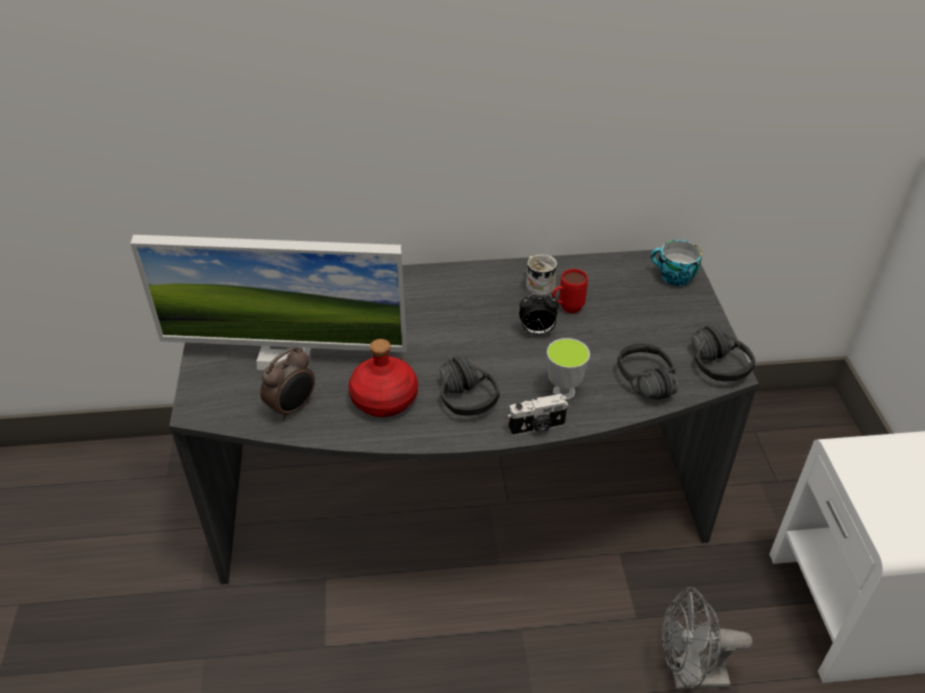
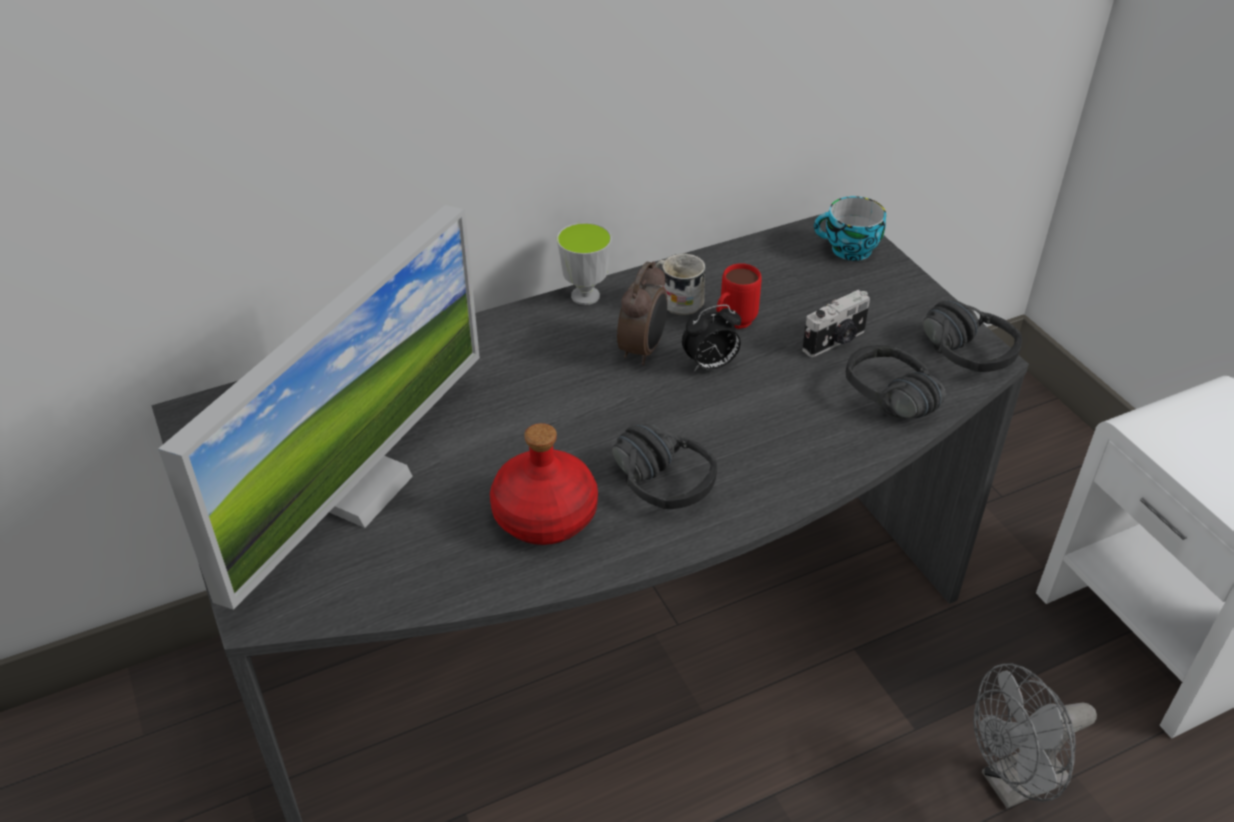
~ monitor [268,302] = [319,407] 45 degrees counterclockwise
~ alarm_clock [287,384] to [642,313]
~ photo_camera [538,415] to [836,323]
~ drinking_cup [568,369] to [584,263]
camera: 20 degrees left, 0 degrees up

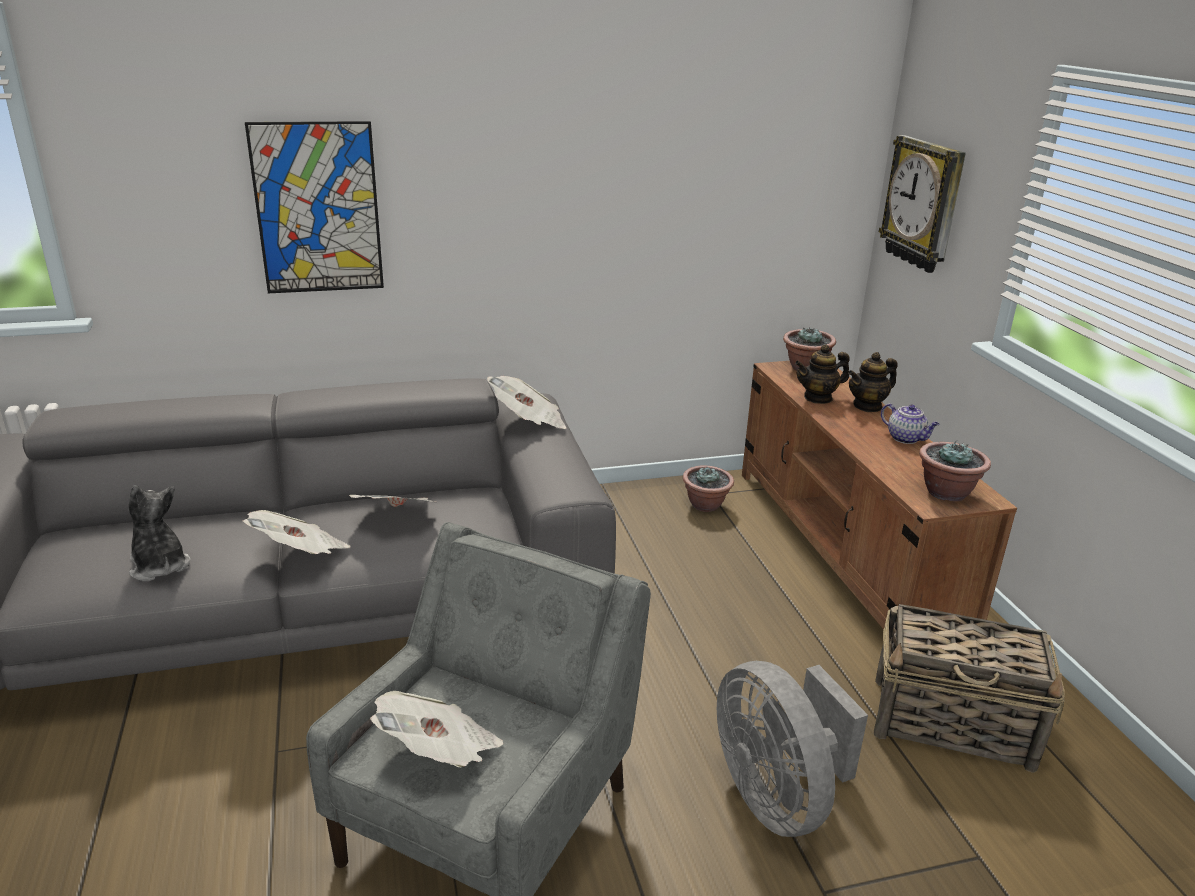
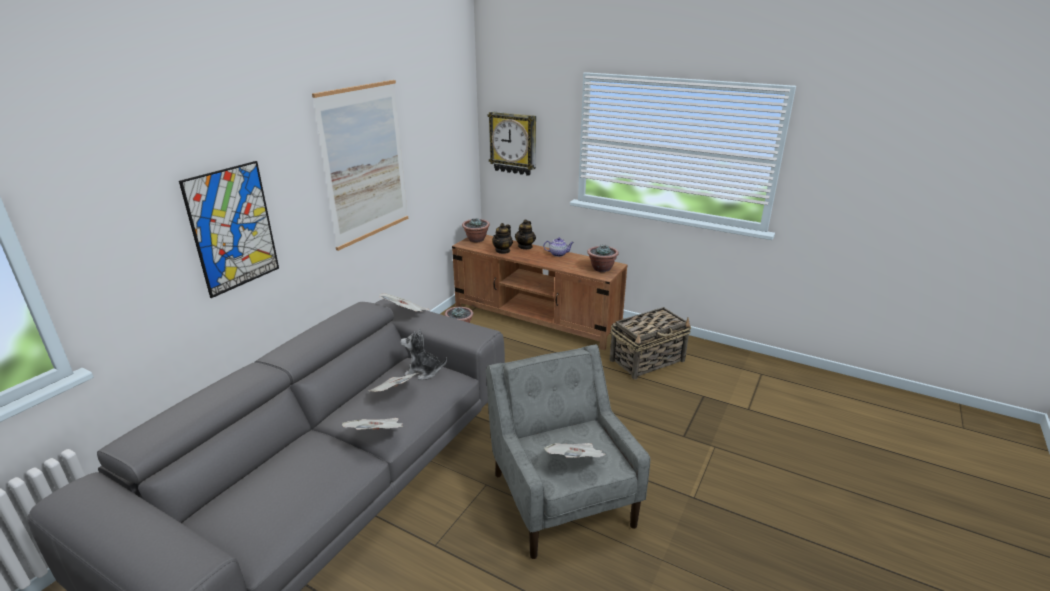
~ soft_toy [159,533] to [424,354]
- greyish_fan [792,749]
+ wall_picture [360,165]
camera: 45 degrees left, 0 degrees up

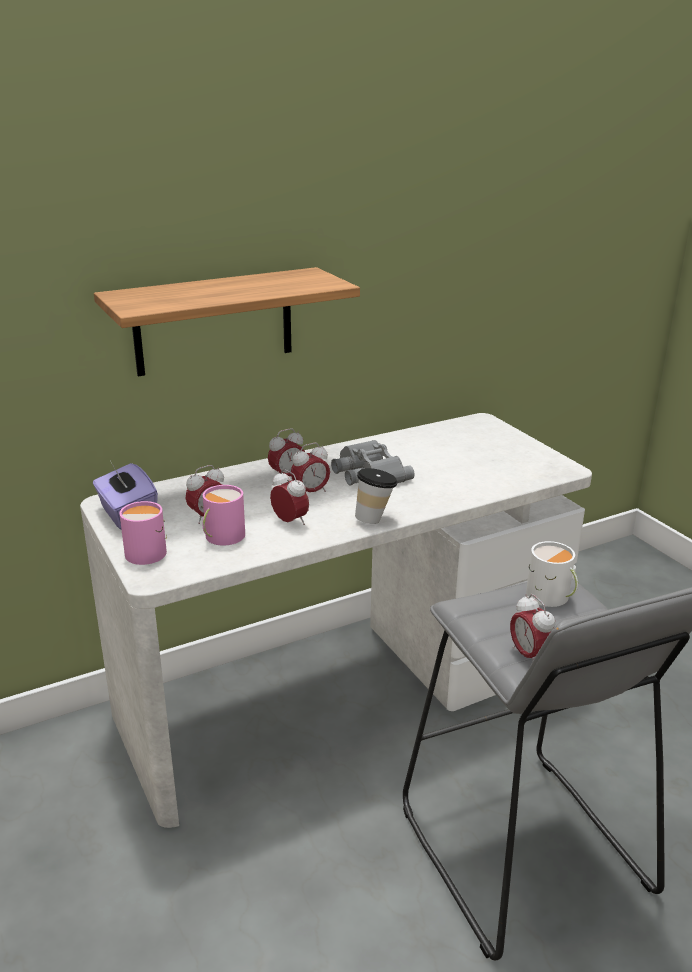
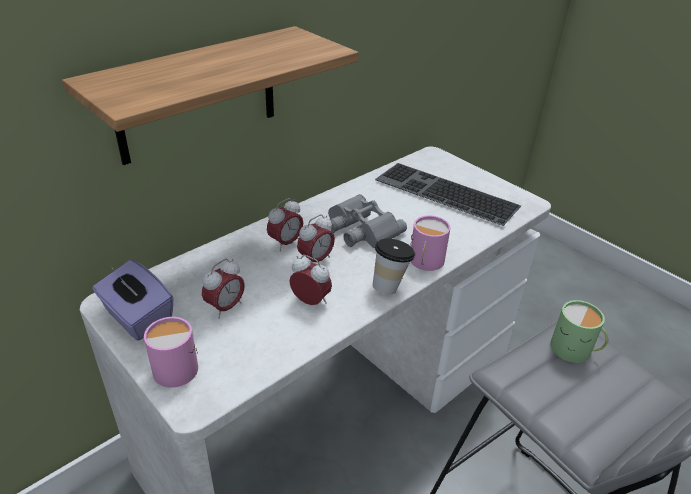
~ pink_mug [223,515] to [430,243]
- alarm_clock [533,628]
~ white-coloured_mug [552,574] to green_mug [579,331]
+ computer_keyboard [448,194]
camera: 15 degrees left, 10 degrees up

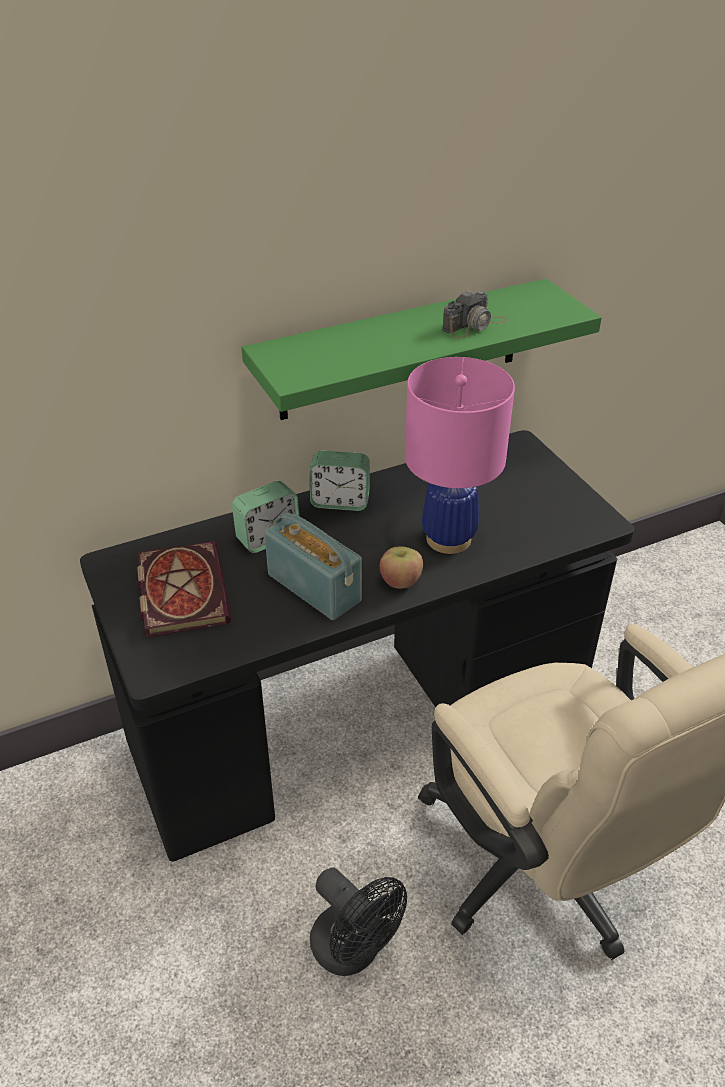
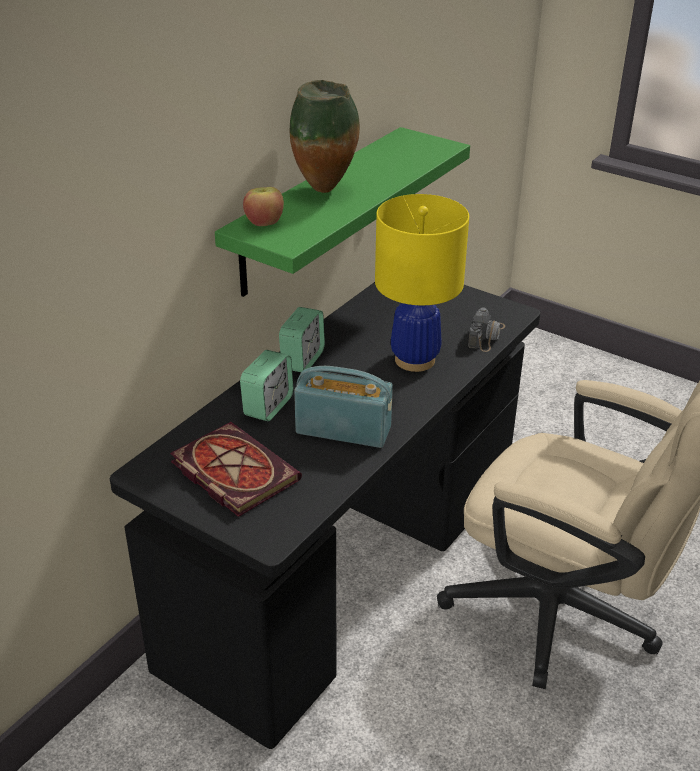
~ alarm_clock [339,481] = [302,339] 45 degrees counterclockwise
- black_fan [358,921]
~ apple_fruit [401,567] to [263,206]
~ pink_table_lamp [460,455] to yellow-coloured_table_lamp [422,283]
~ photo_camera [475,314] to [486,329]
+ flower_vase [325,136]
camera: 30 degrees left, 5 degrees down

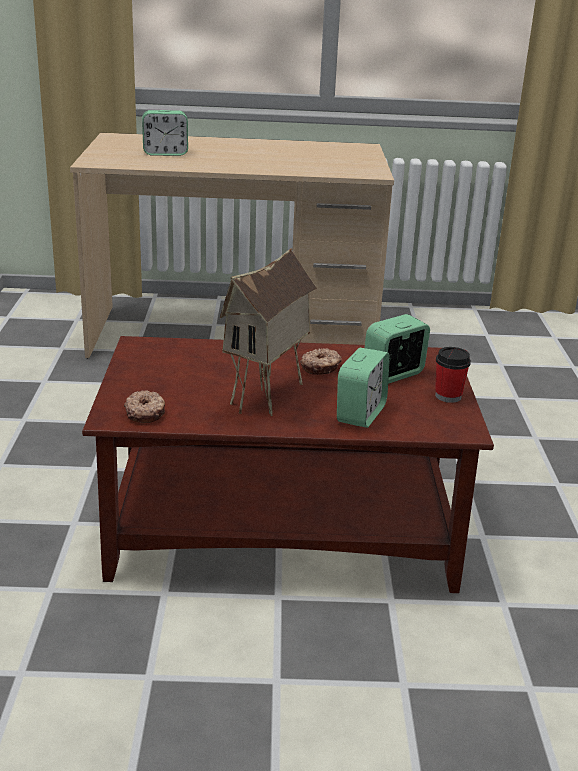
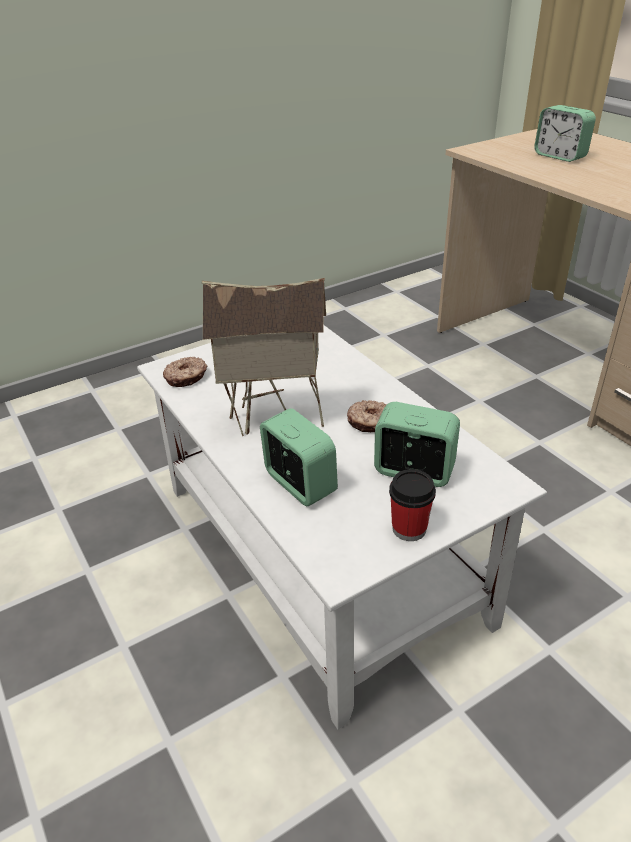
~ brown-coloured_coffee_table [288,464] to white-coloured_coffee_table [342,527]
~ alarm_clock [363,388] = [299,457] 120 degrees counterclockwise
camera: 60 degrees right, 10 degrees up

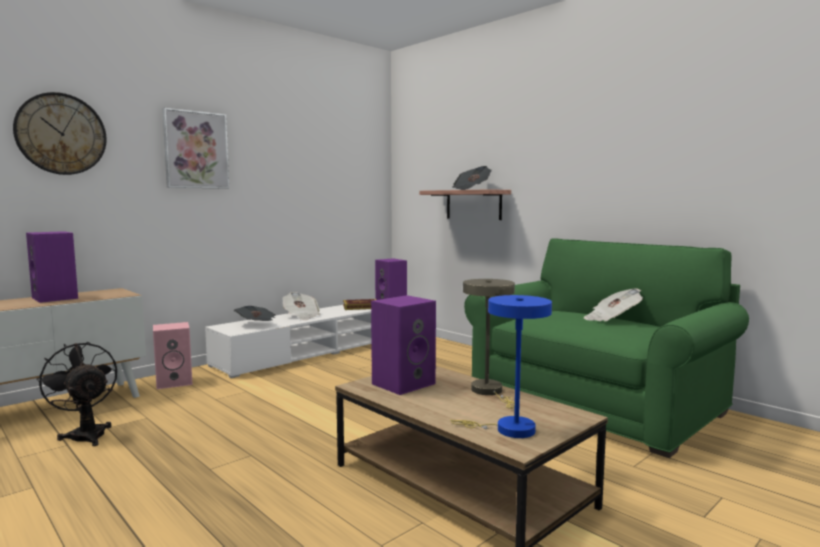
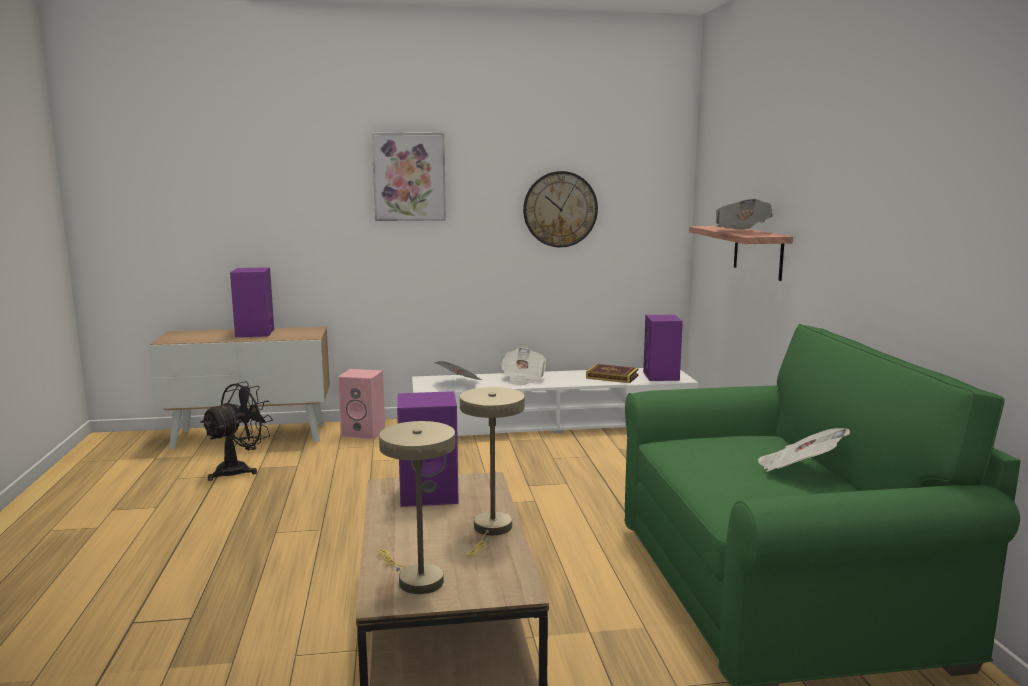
~ hanging_clock [60,133] to [560,209]
~ black_fan [77,393] = [237,431] 45 degrees clockwise
~ blue-coloured_table_lamp [501,366] to sand-coloured_table_lamp [416,507]
camera: 35 degrees right, 5 degrees up

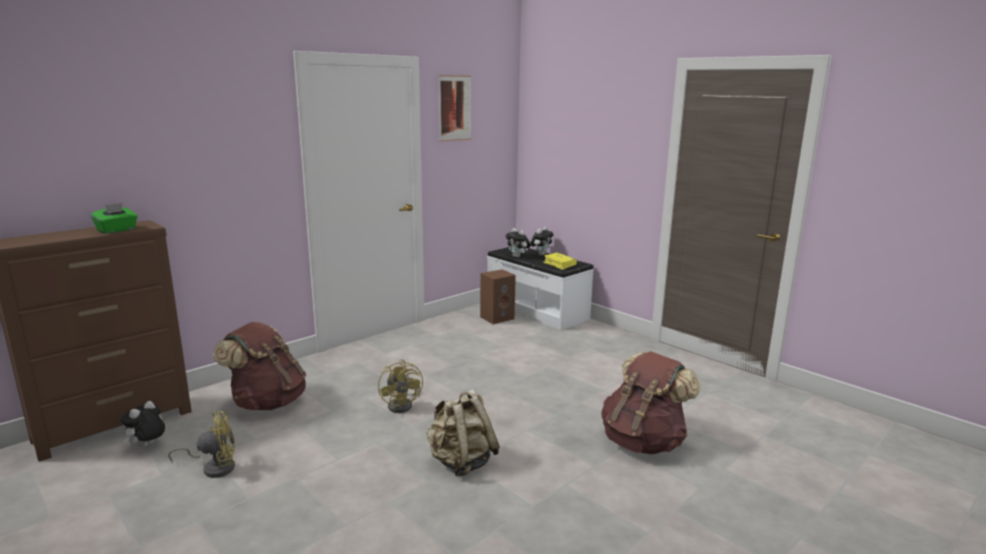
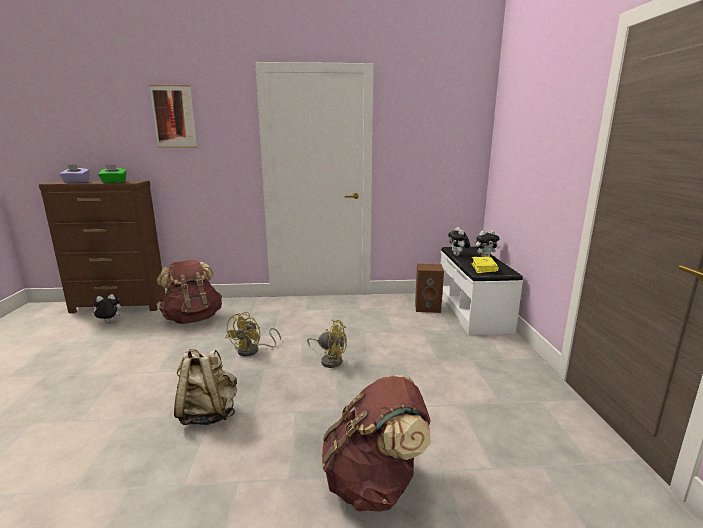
~ yellow-coloured_fan [201,444] to [327,344]
~ wall_picture [455,108] to [173,116]
+ purple-coloured_tissue_holder [74,174]
camera: 40 degrees right, 0 degrees up

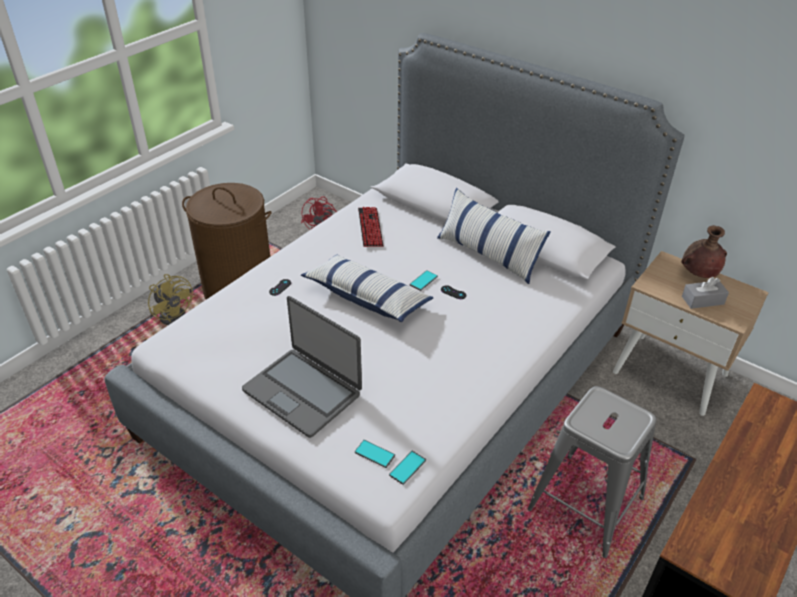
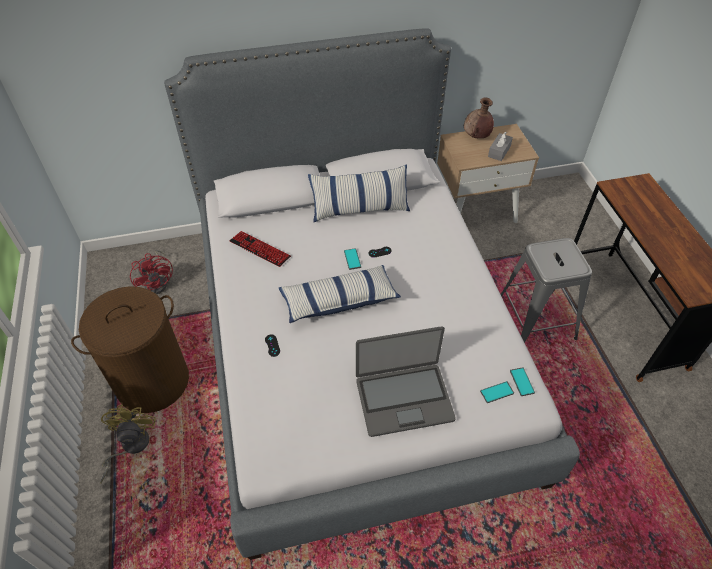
~ yellow-coloured_fan [170,299] = [128,444] 90 degrees counterclockwise
camera: 50 degrees left, 10 degrees up

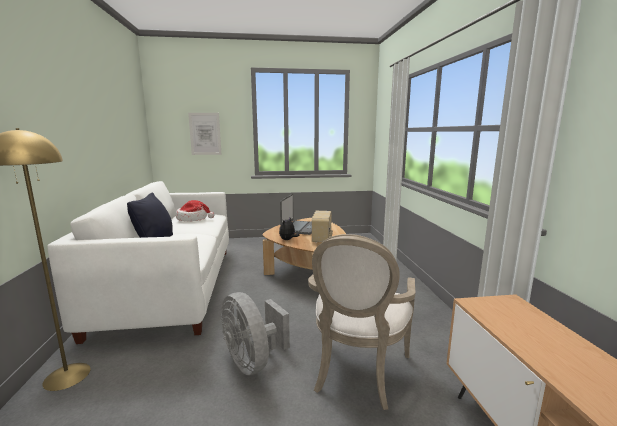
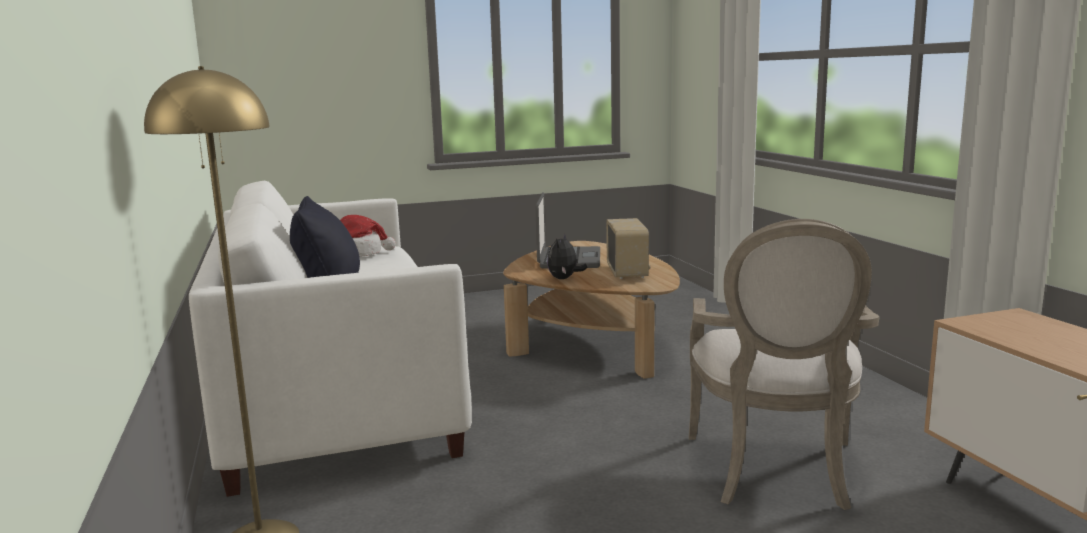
- wall_picture [204,134]
- greyish_fan [255,333]
camera: 10 degrees left, 0 degrees up

